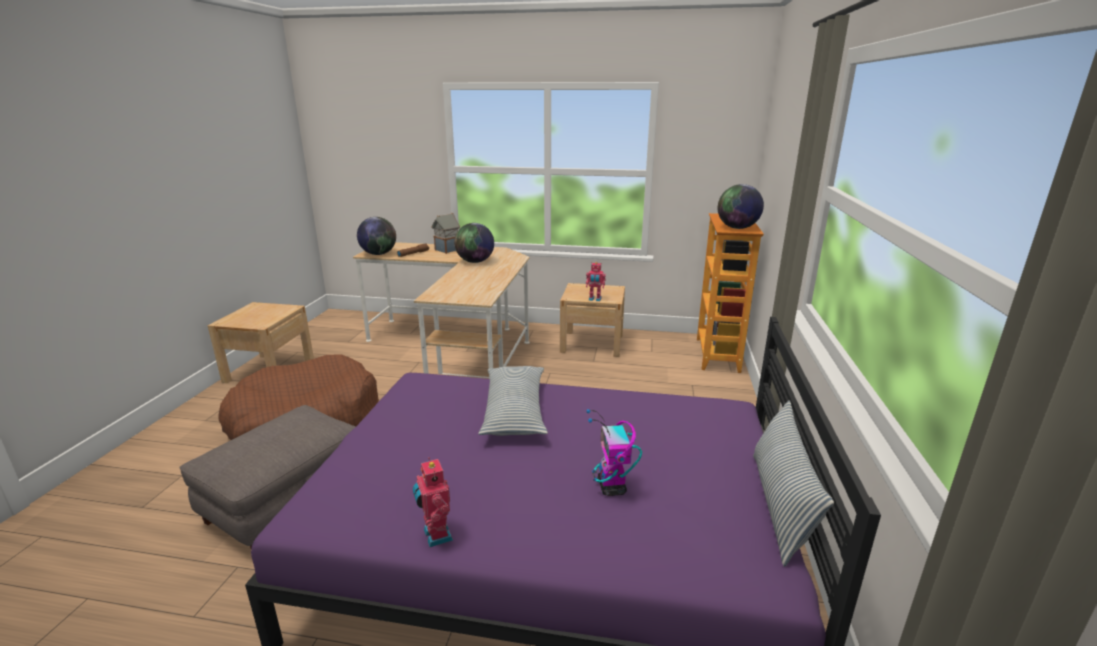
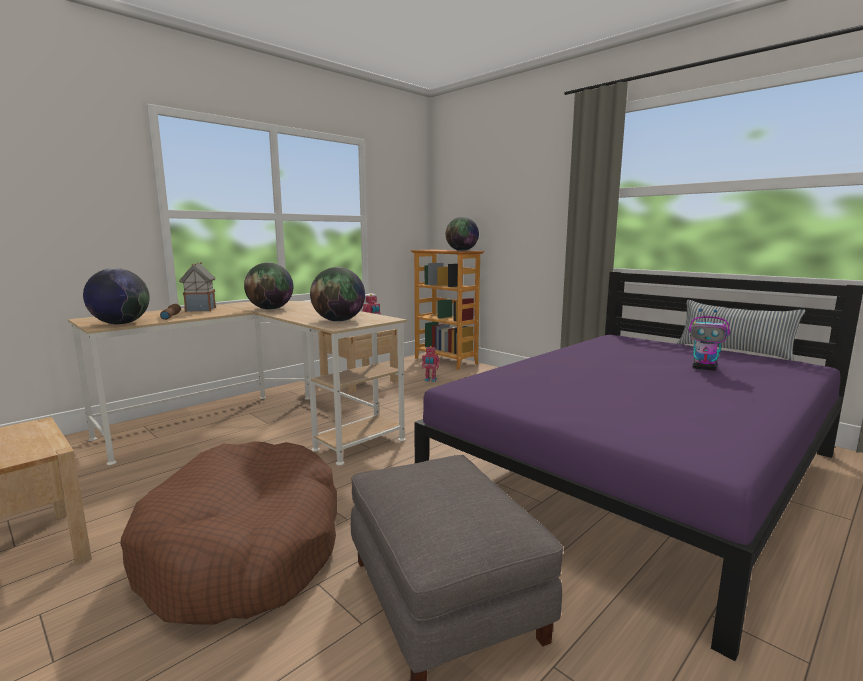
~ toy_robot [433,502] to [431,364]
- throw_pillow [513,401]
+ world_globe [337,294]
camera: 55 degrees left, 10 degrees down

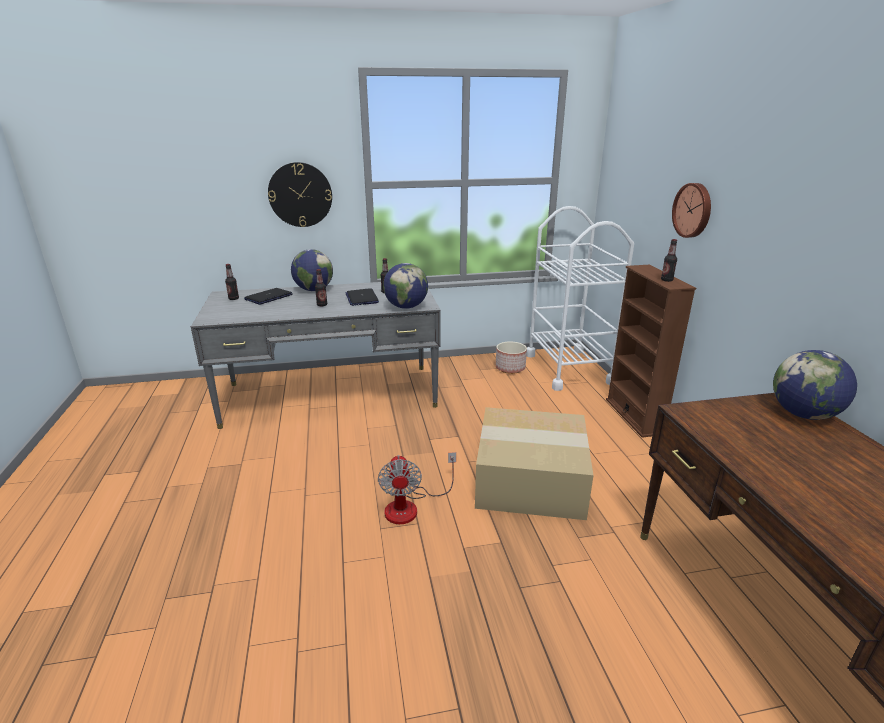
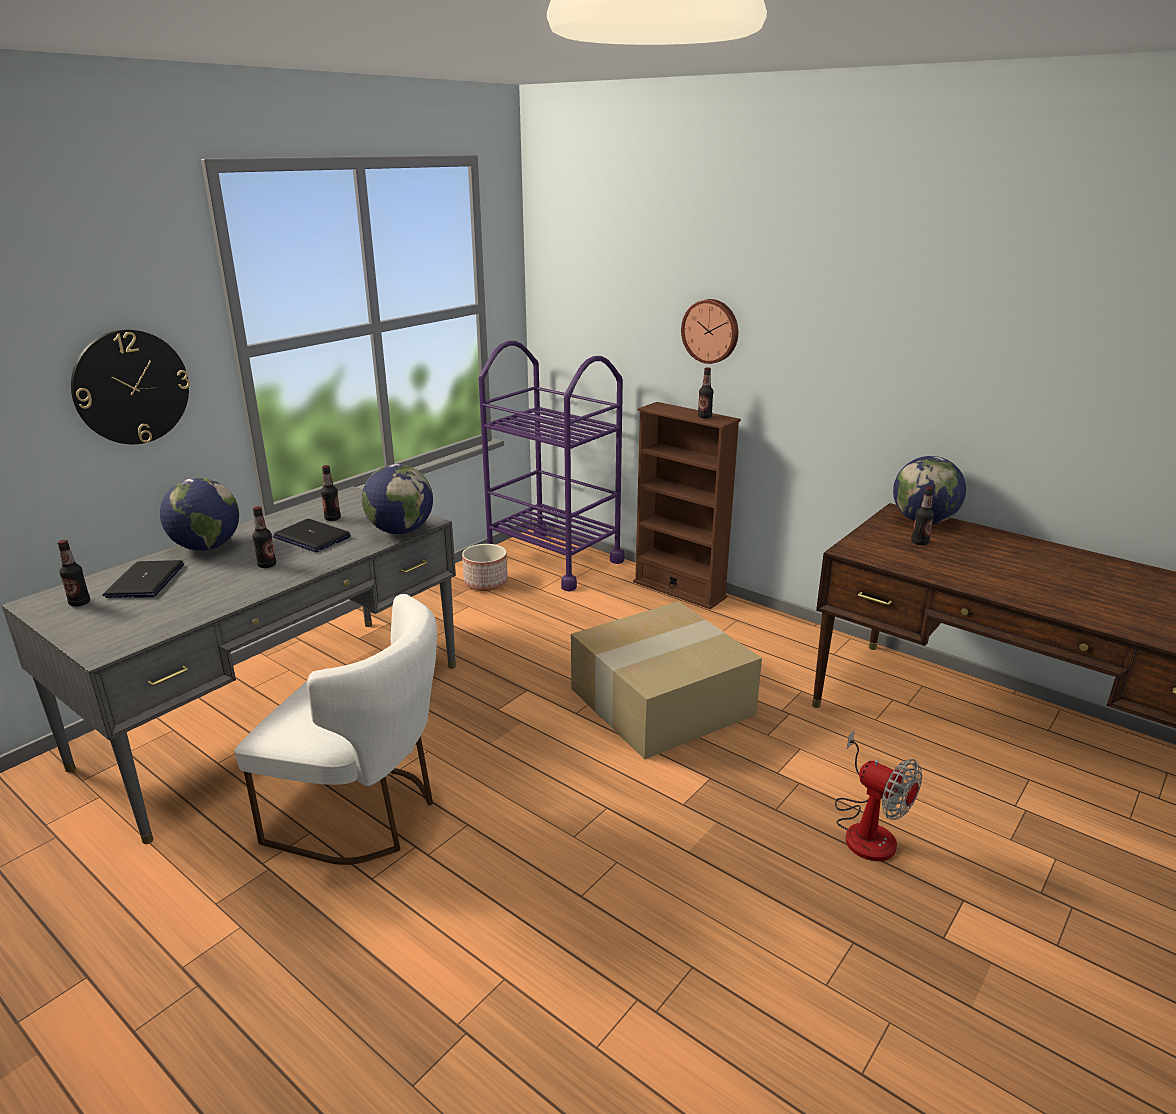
~ fan [417,488] to [878,795]
~ white-coloured_wheeled_cart [580,298] to purple-coloured_wheeled_cart [551,466]
+ white-coloured_plain_chair [335,729]
+ bottle [922,515]
camera: 40 degrees left, 0 degrees up

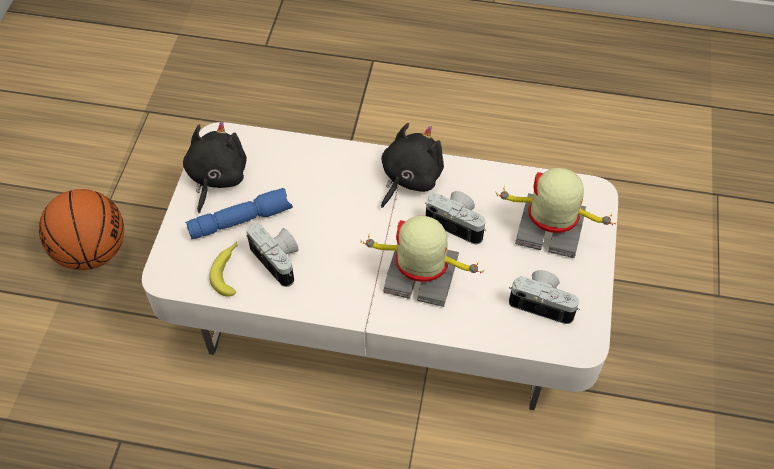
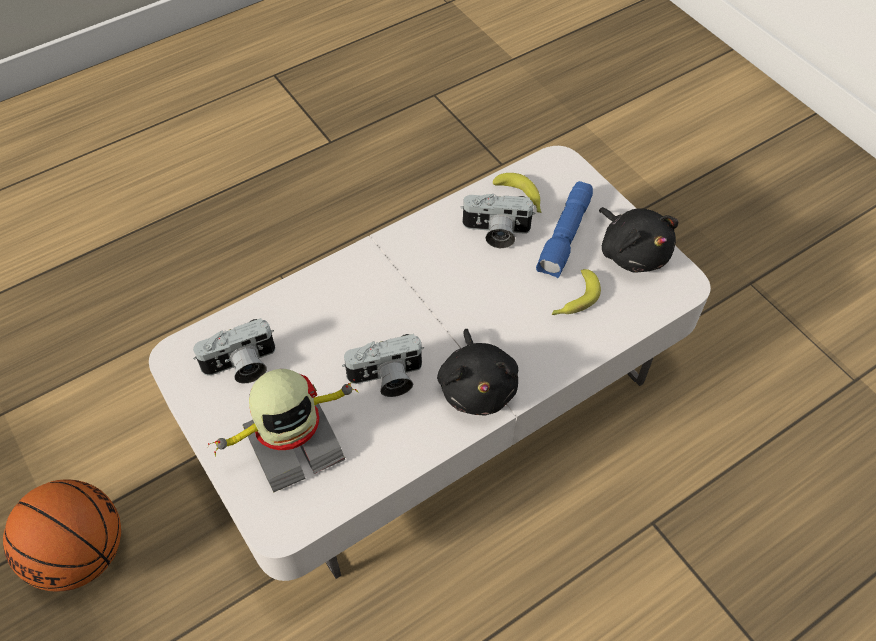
~ basketball [81,229] to [62,535]
- toy_robot [421,261]
+ whole_banana [576,292]
camera: 135 degrees right, 0 degrees up

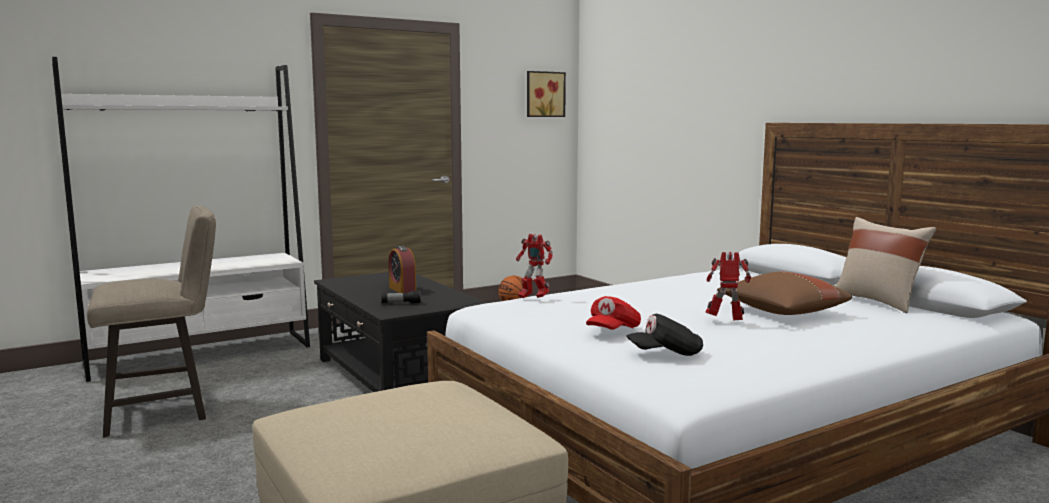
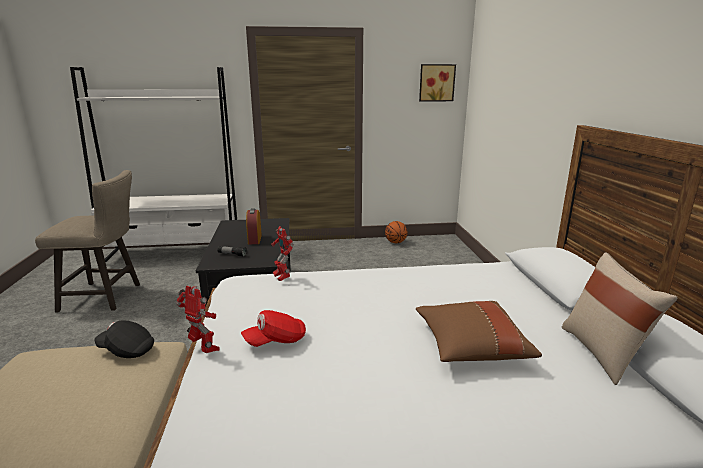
~ black_cap [664,335] to [124,339]
~ toy_robot [728,286] to [198,319]
camera: 25 degrees right, 10 degrees up

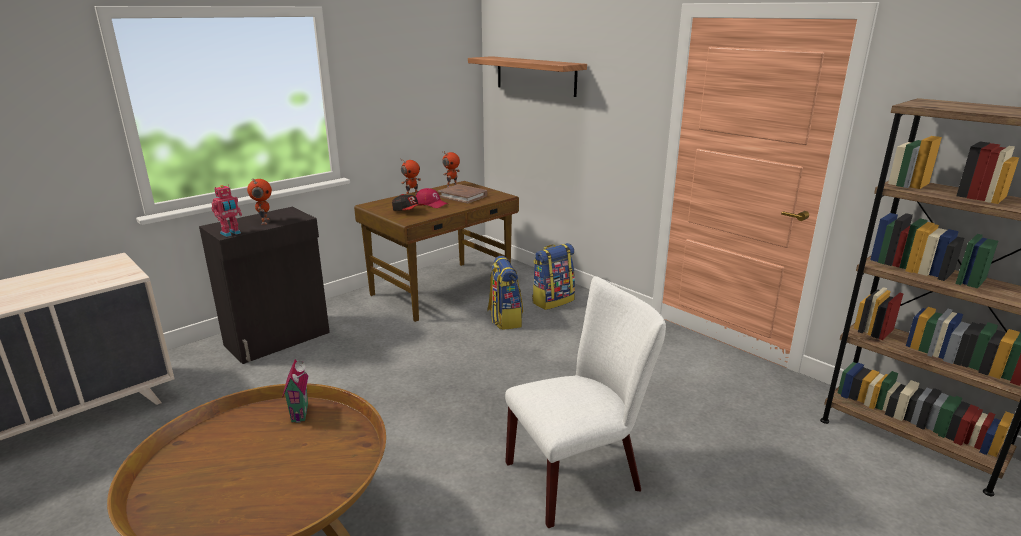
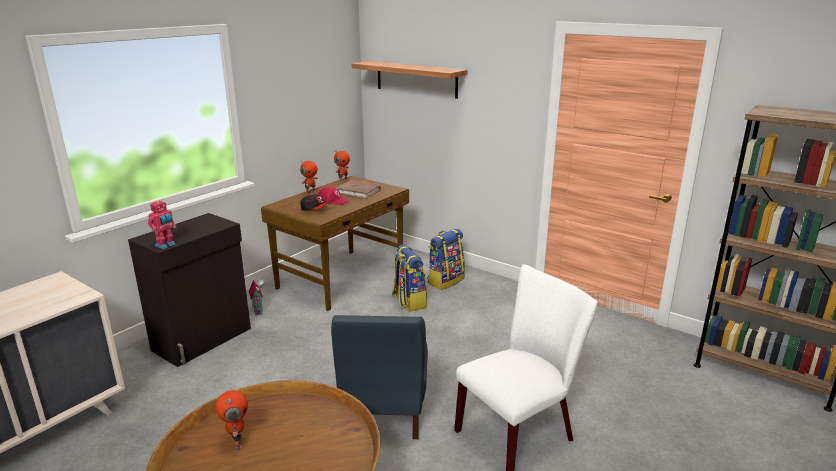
~ toy_robot [259,202] to [231,420]
~ toy_house [295,391] to [256,297]
+ blue-coloured_plain_chair [379,377]
camera: 10 degrees left, 0 degrees up

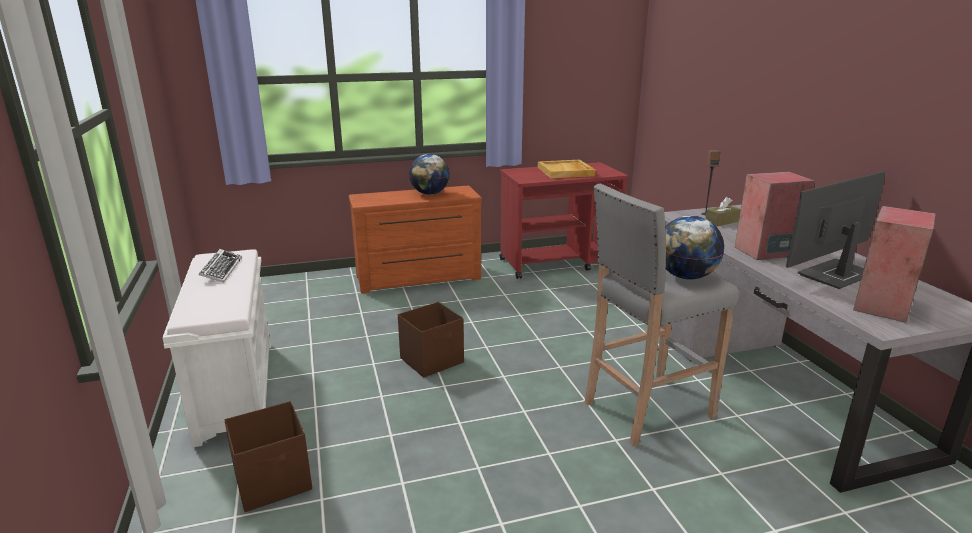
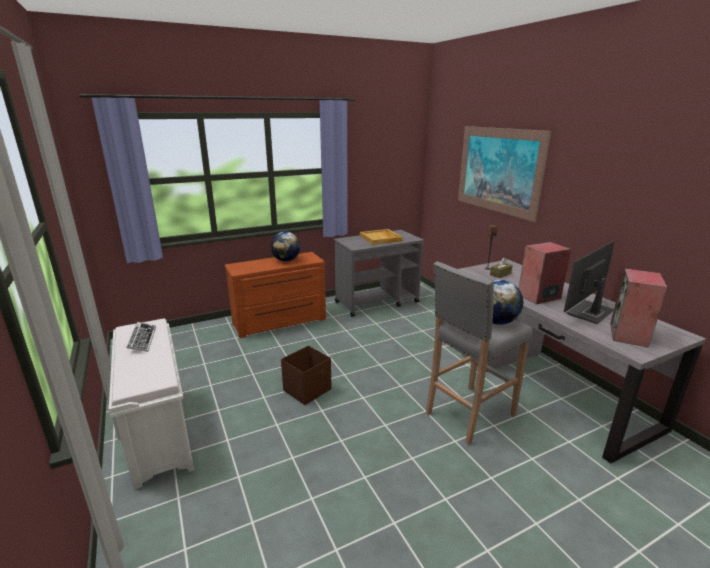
- brown-coloured_storage_box [268,456]
~ red_wheeled_cart [563,220] to greyish_wheeled_cart [379,273]
+ wall_picture [504,174]
camera: 10 degrees left, 0 degrees up

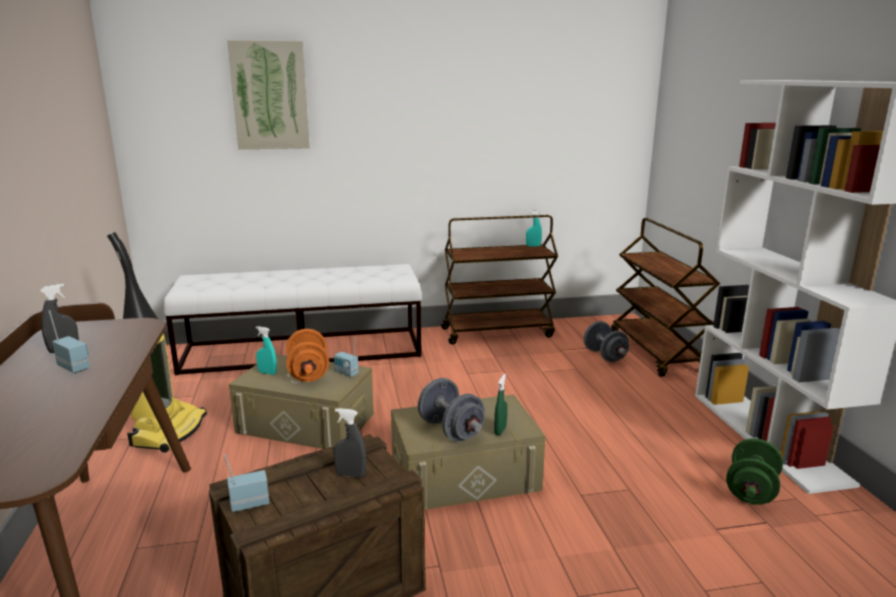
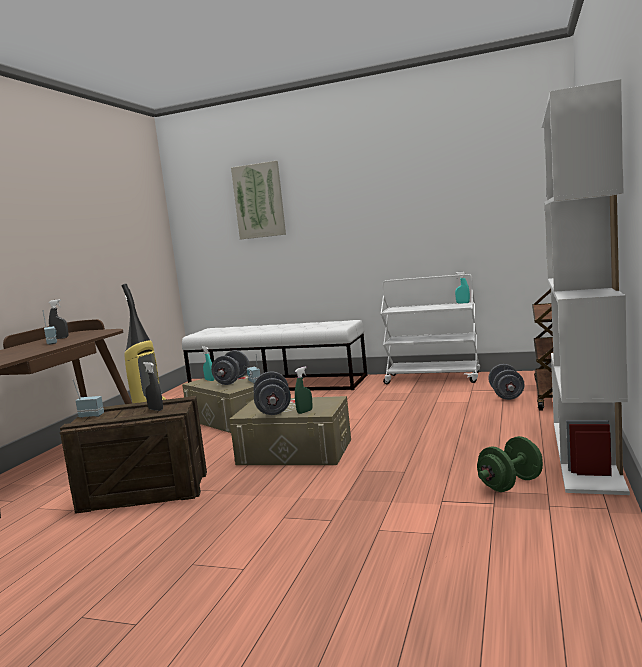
~ orange_free_weight [307,355] to greyish_free_weight [230,367]
~ brown-coloured_wheeled_cart [499,280] to white-coloured_wheeled_cart [430,329]
camera: 30 degrees right, 10 degrees down

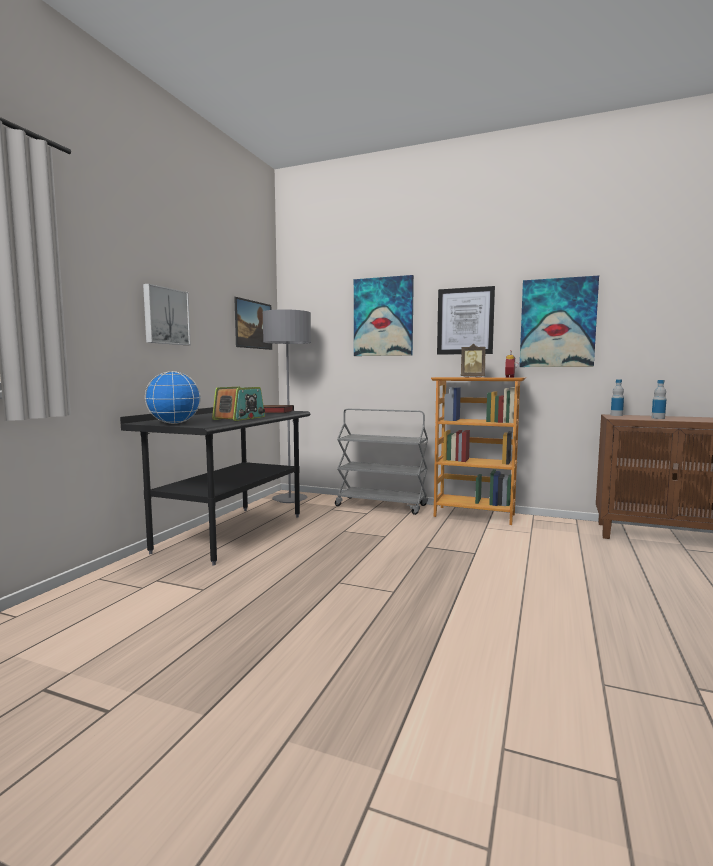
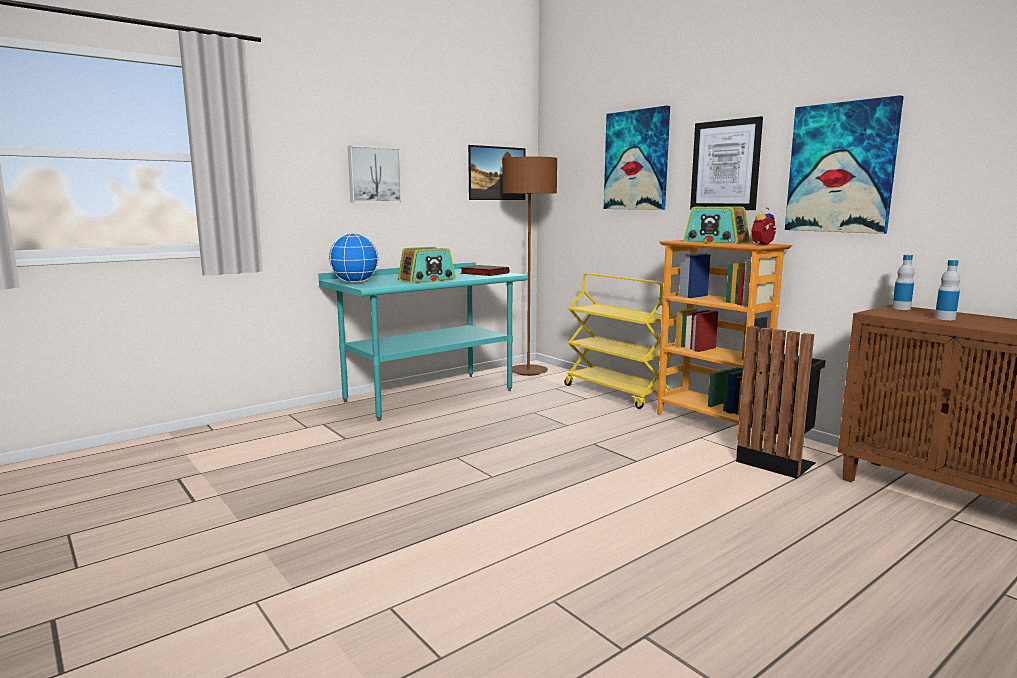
~ black_desk_unit [215,486] to blue-green_desk_unit [423,341]
~ greyish_standing_lamp [287,406] to brown-coloured_standing_lamp [530,266]
~ greyish_wheeled_cart [381,462] to yellow-coloured_wheeled_cart [620,341]
~ picture_frame [473,360] to radio [717,225]
+ black_waste_bin [780,402]
camera: 30 degrees right, 5 degrees up

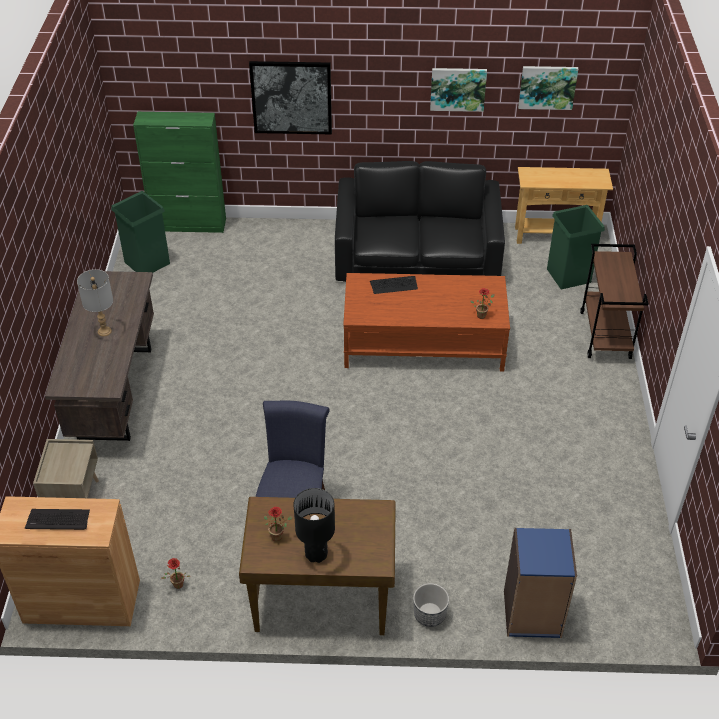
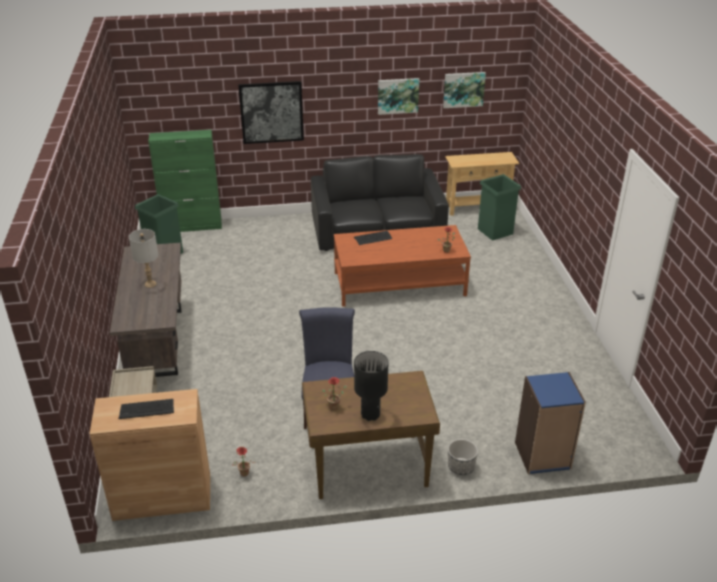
- brown-coloured_wheeled_cart [614,301]
camera: 10 degrees left, 10 degrees down

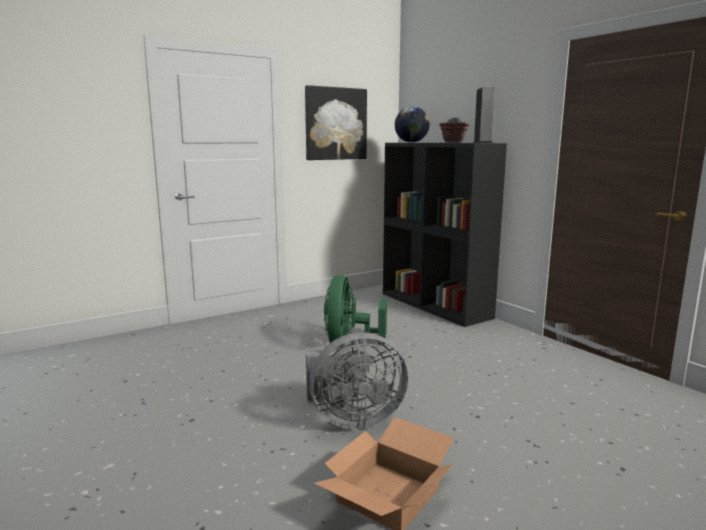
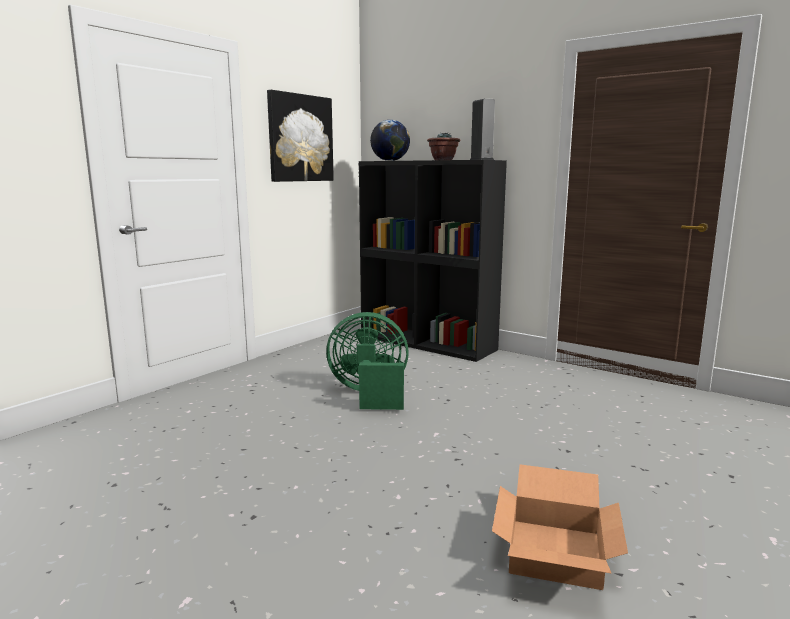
- greyish_fan [357,380]
~ green_fan [355,311] = [367,361] 105 degrees clockwise
camera: 20 degrees left, 0 degrees up

